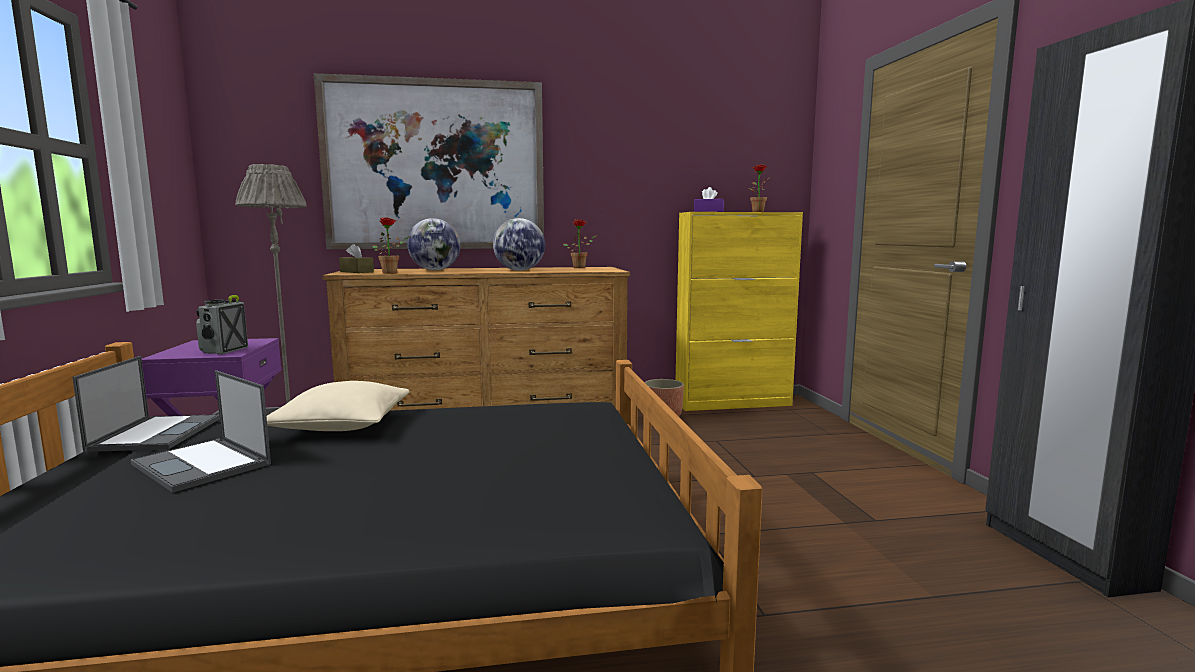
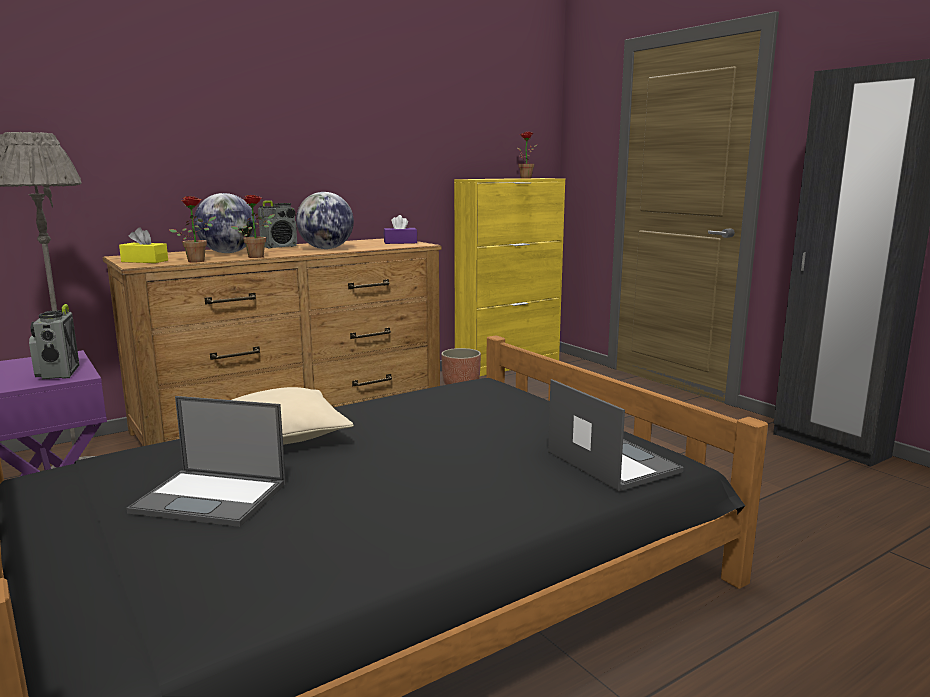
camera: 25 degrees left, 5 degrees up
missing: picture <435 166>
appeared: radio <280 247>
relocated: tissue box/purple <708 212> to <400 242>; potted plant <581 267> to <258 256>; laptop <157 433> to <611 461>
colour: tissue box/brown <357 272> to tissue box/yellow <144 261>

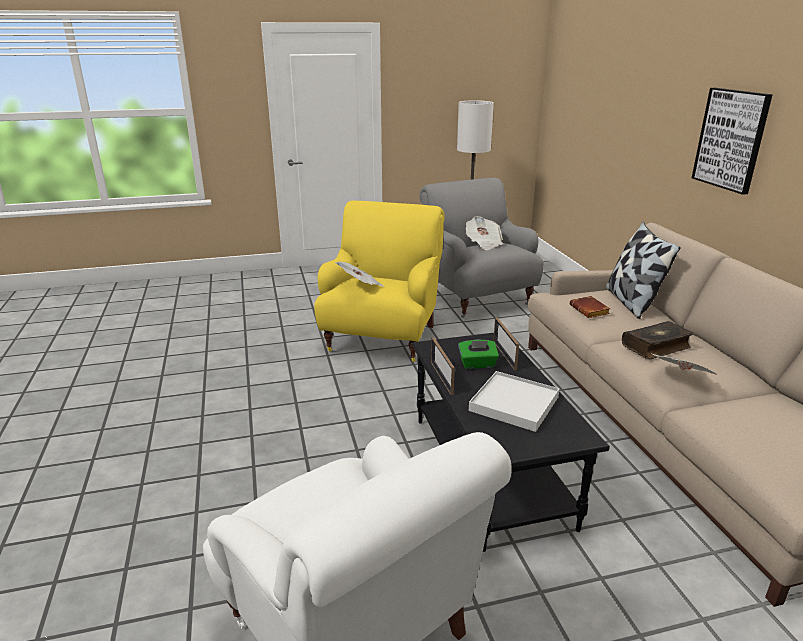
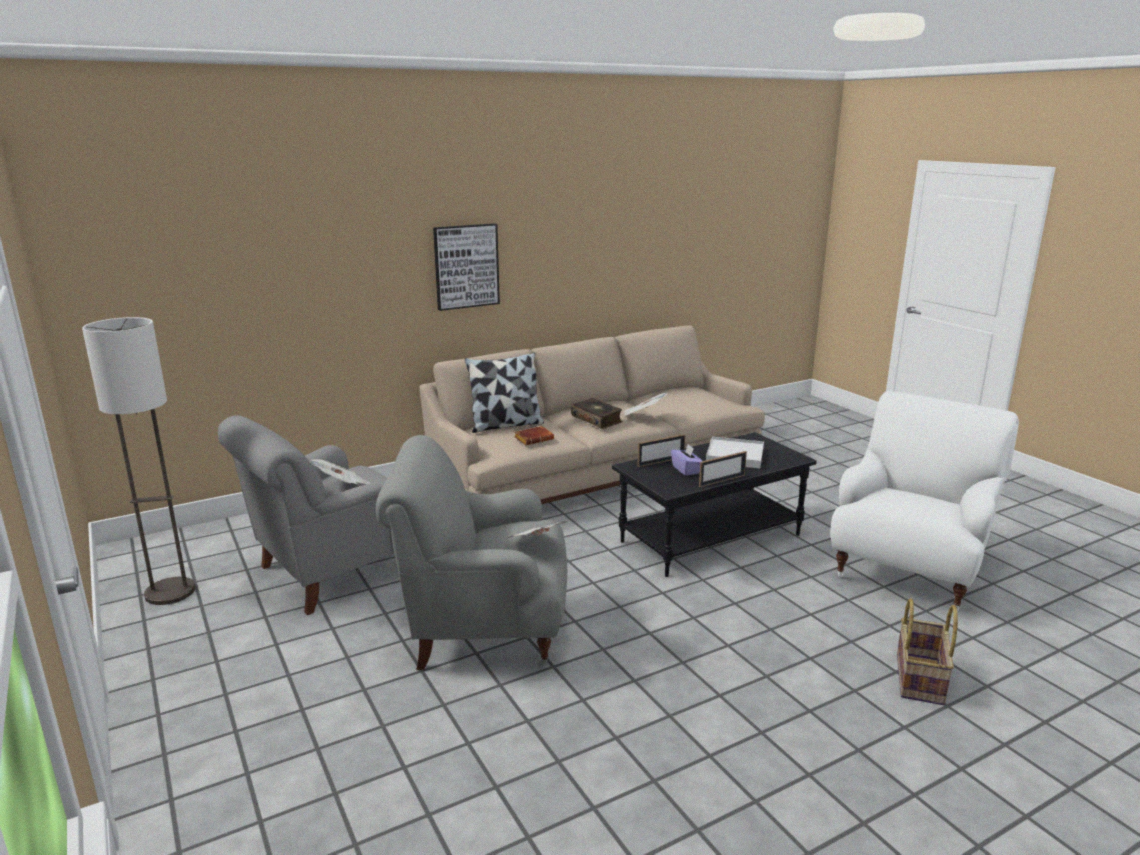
camera: 105 degrees left, 5 degrees down
appeared: basket <921 679>
colour: armchair/yellow <383 337> to armchair/grey <483 629>; tissue box/green <477 364> to tissue box/purple <686 470>

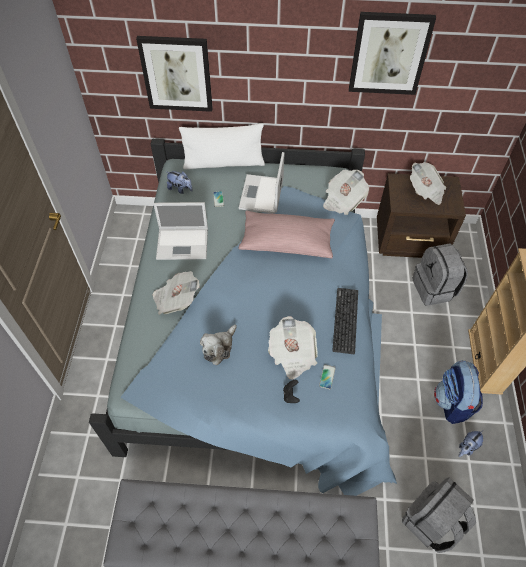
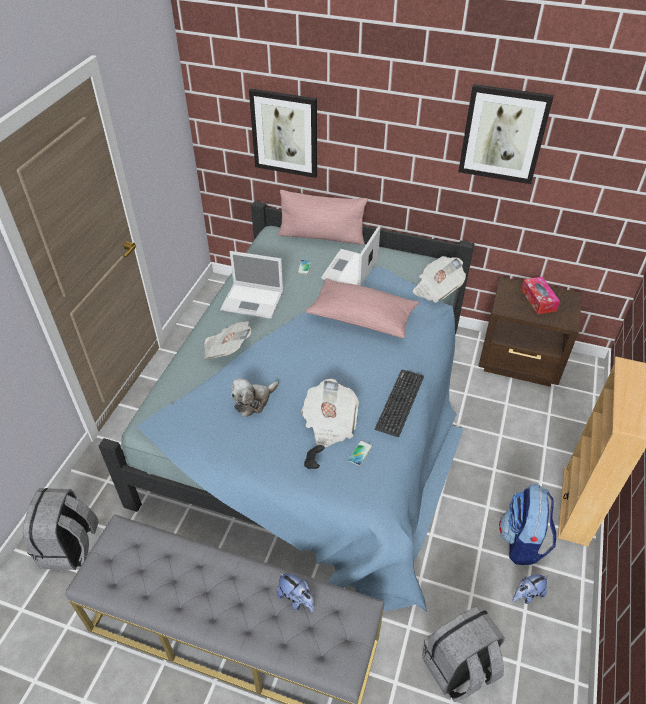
camera: 15 degrees right, 10 degrees down
relocated: plush toy <180 189> to <296 599>; backpack/grey <434 289> to <70 547>
exchanged: newspaper <425 191> to tissue box <538 300>
colour: pillow/white <224 163> to pillow/pink <322 237>

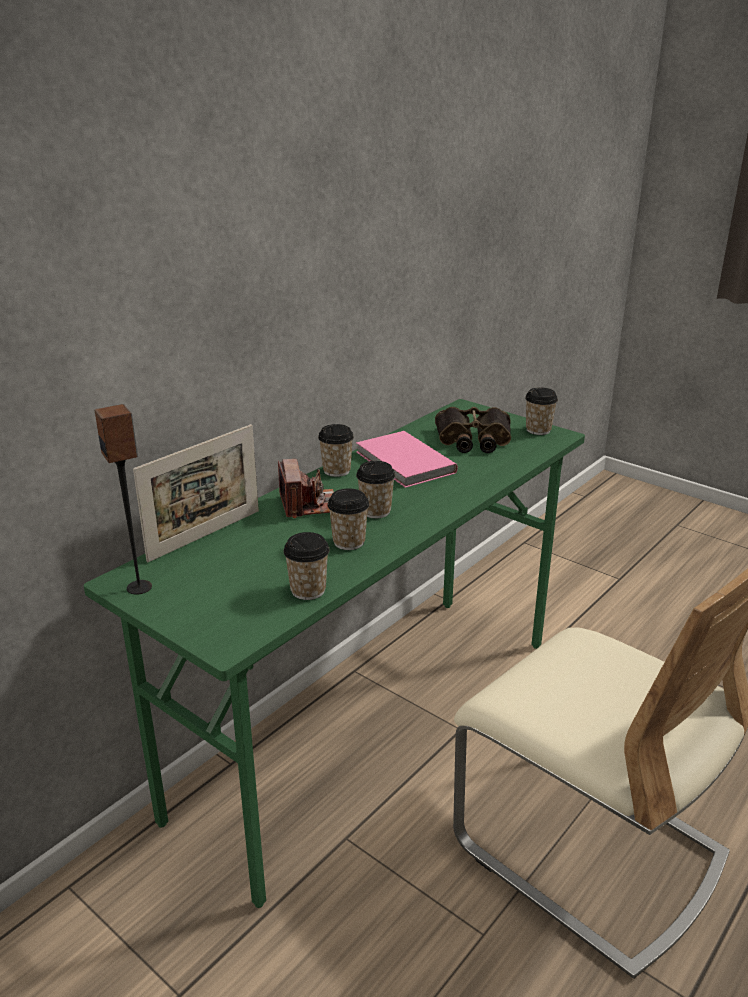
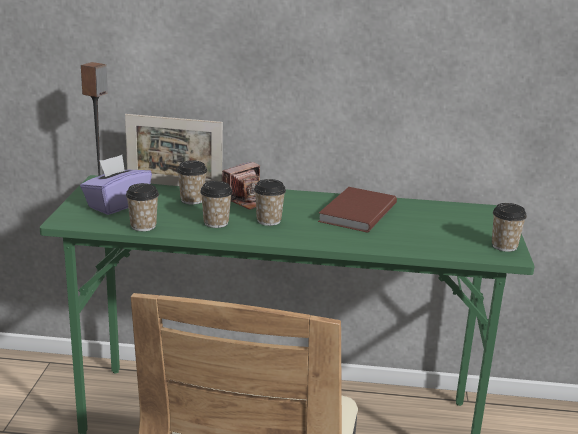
camera: 55 degrees right, 5 degrees down
missing: binoculars <473 439>
appeared: tissue box/purple <117 204>
relocated: cup <336 471> to <192 200>
colour: book/pink <404 463> to book/brown <355 213>

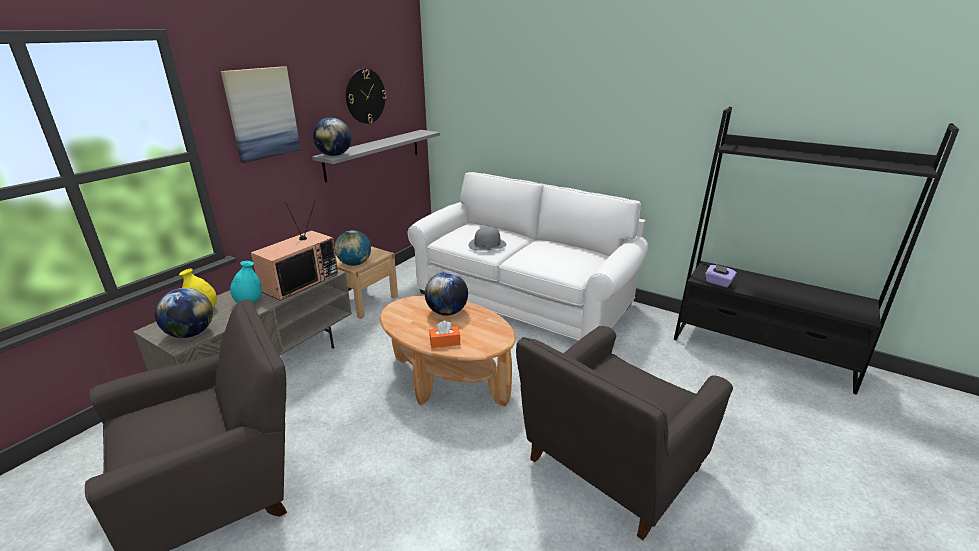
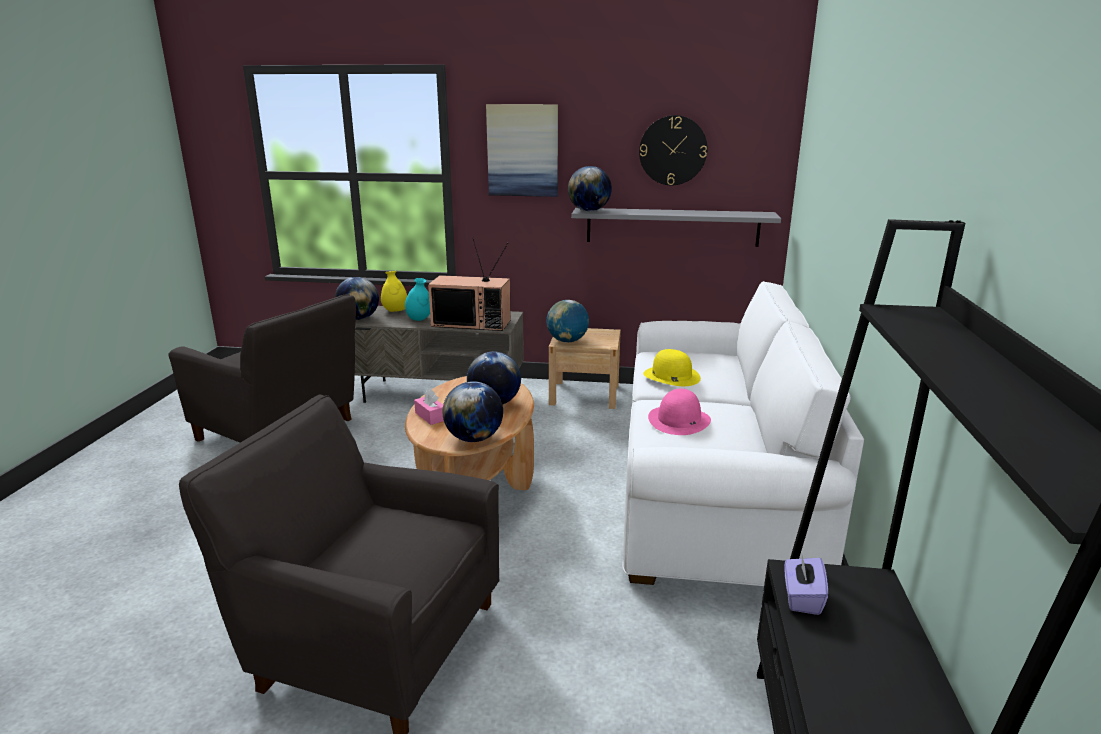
camera: 65 degrees right, 5 degrees down
appeared: globe <474 438>; hat/pink <679 420>
colour: hat/grey <487 244> to hat/yellow <671 376>; tissue box/orange <445 342> to tissue box/pink <431 416>

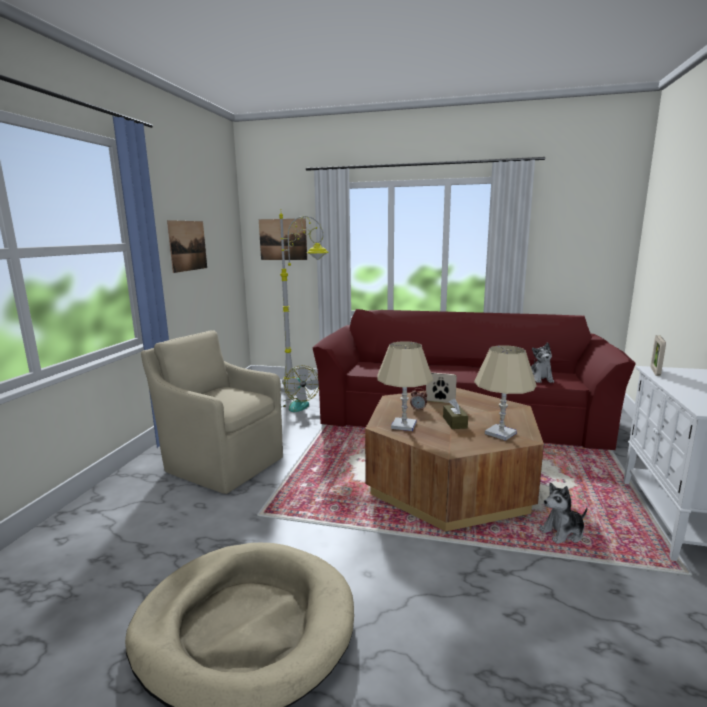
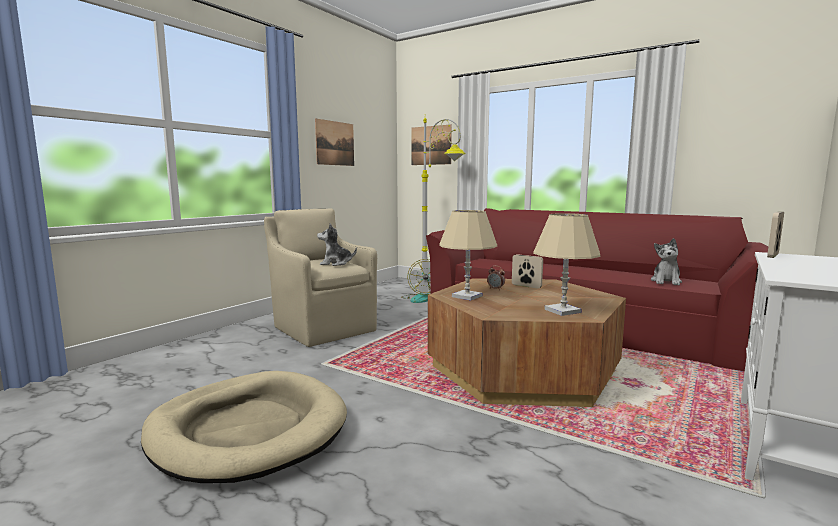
camera: 20 degrees right, 5 degrees down
missing: tissue box/brown <455 422>
relocated: plush toy <563 533> to <335 263>

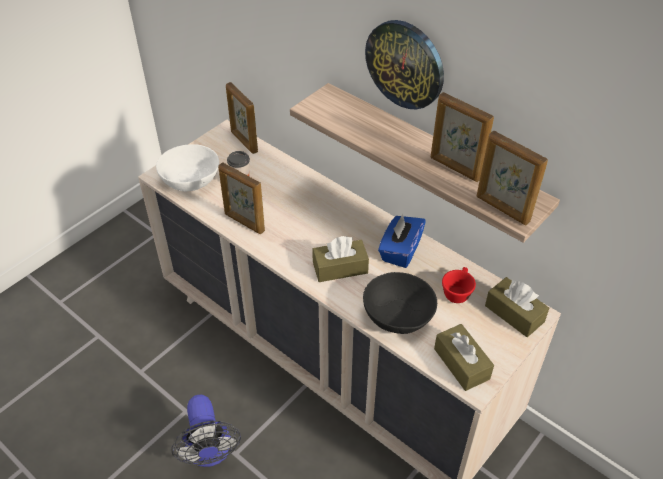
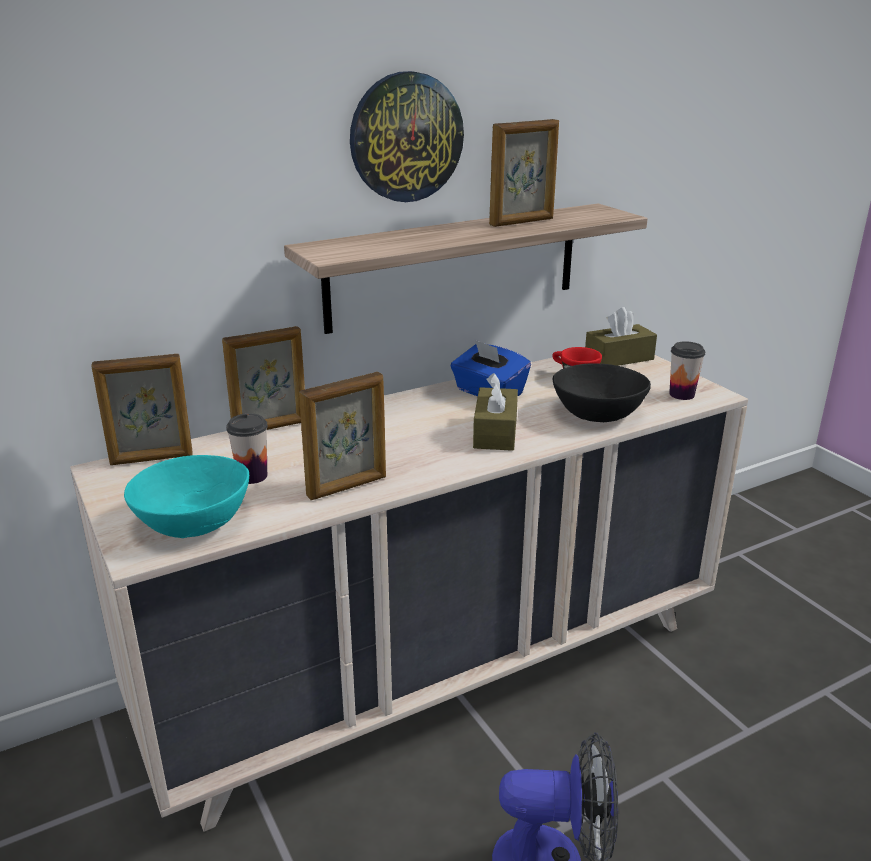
camera: 70 degrees left, 20 degrees down
relocated: picture frame <502 209> to <271 427>
exchanged: tissue box/brown <461 363> to cup <681 394>
colour: bowl/white <190 180> to bowl/turquoise <192 522>

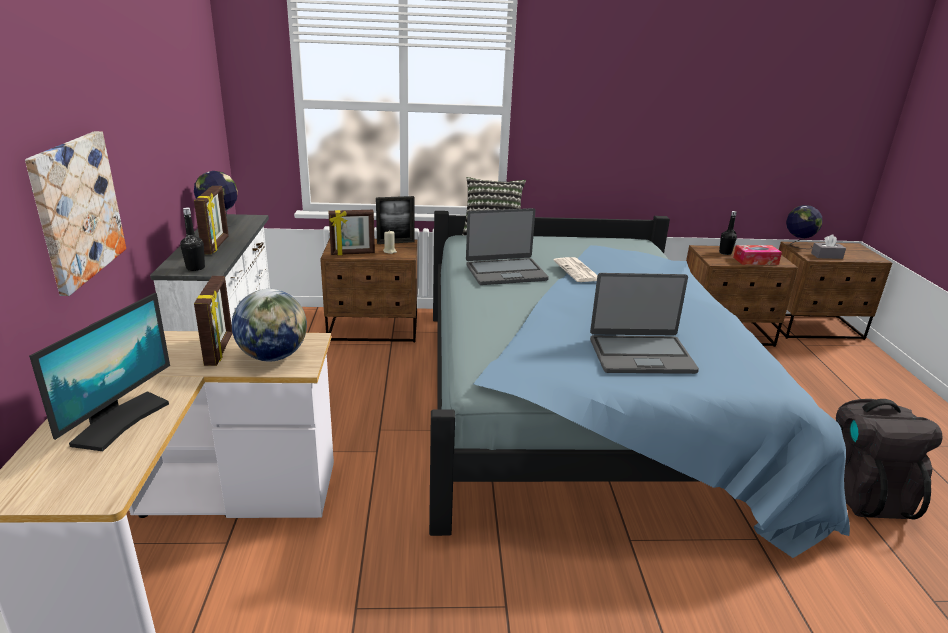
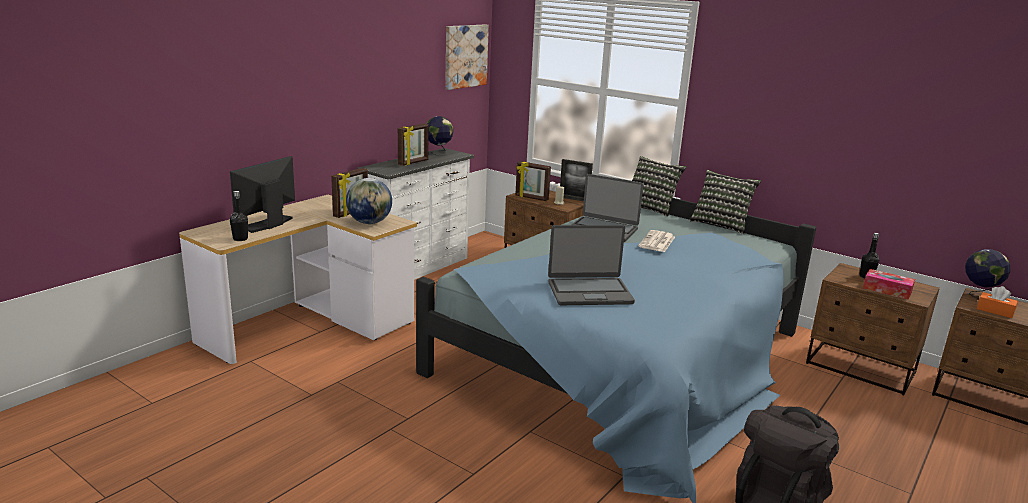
camera: 40 degrees right, 5 degrees down
appeared: pillow <721 224>
relocated: picture <76 209> to <465 56>; bottle/black <195 268> to <240 239>
colour: tissue box/grey <826 256> to tissue box/orange <995 311>
spun: laptop <640 355> = <589 292> 45 degrees counterclockwise; monitor <120 421> = <268 224> 150 degrees clockwise

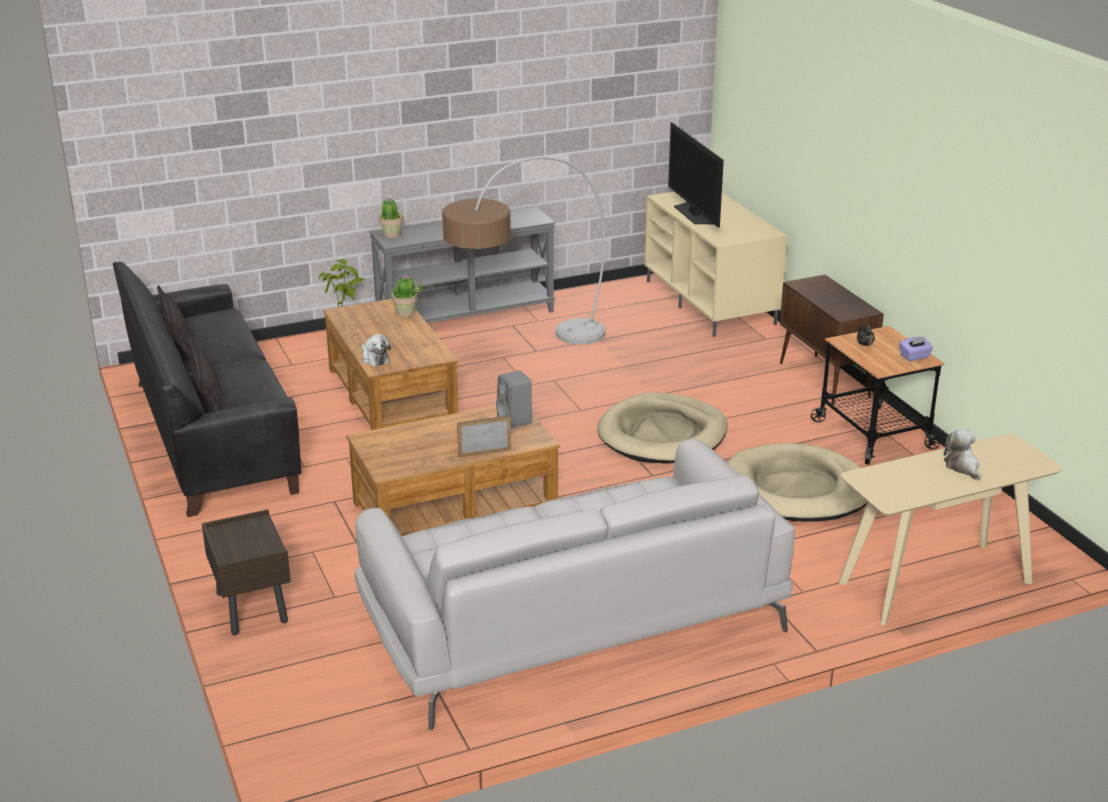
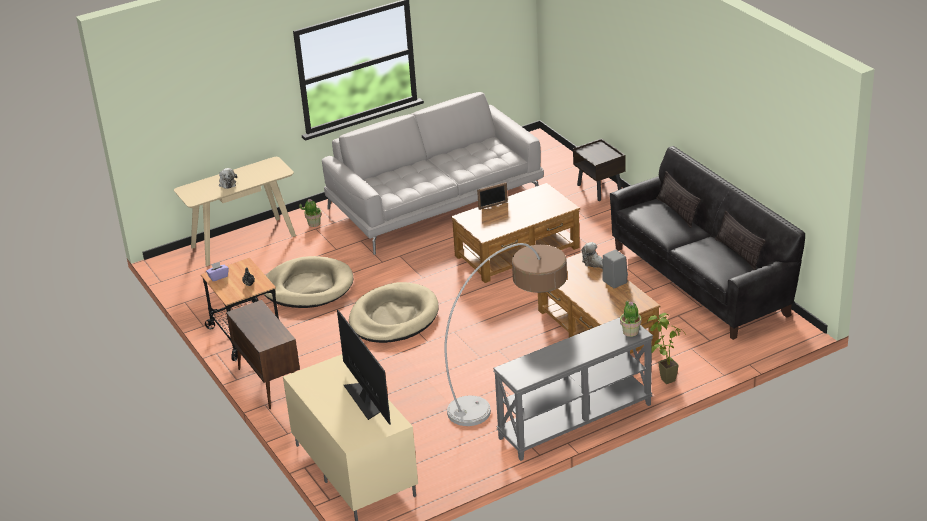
camera: 175 degrees right, 5 degrees up
relocated: potted plant <405 313> to <314 223>; speaker/grey <515 420> to <614 281>

